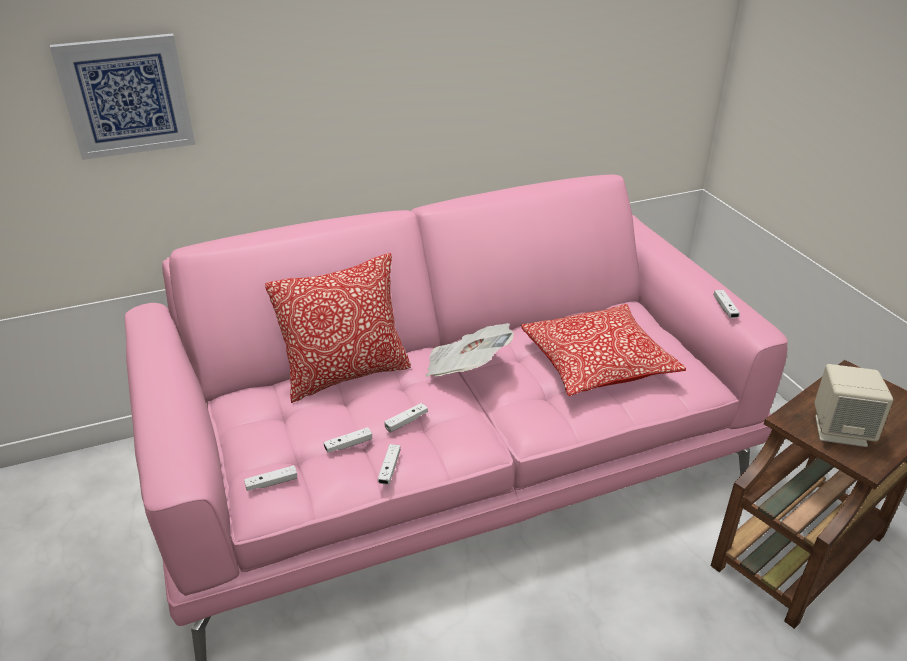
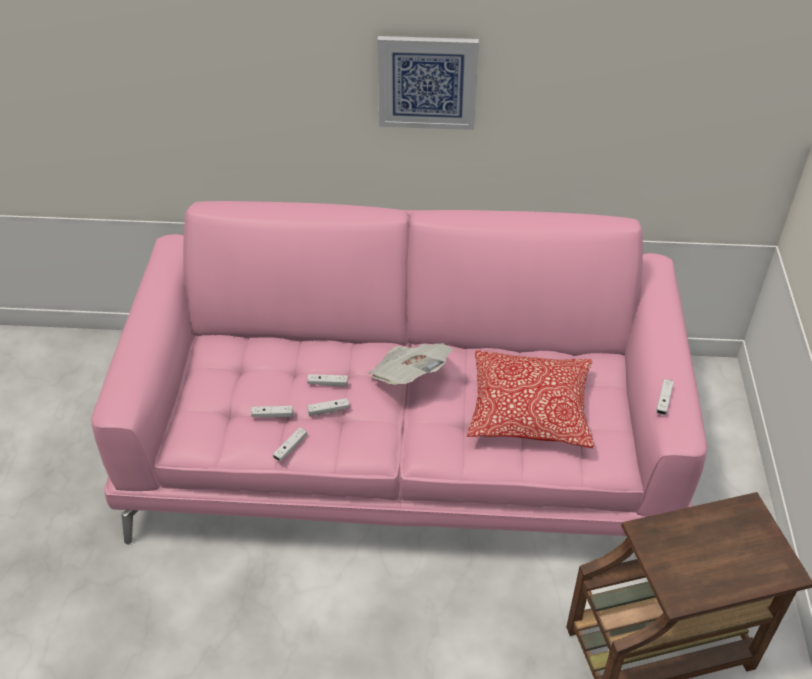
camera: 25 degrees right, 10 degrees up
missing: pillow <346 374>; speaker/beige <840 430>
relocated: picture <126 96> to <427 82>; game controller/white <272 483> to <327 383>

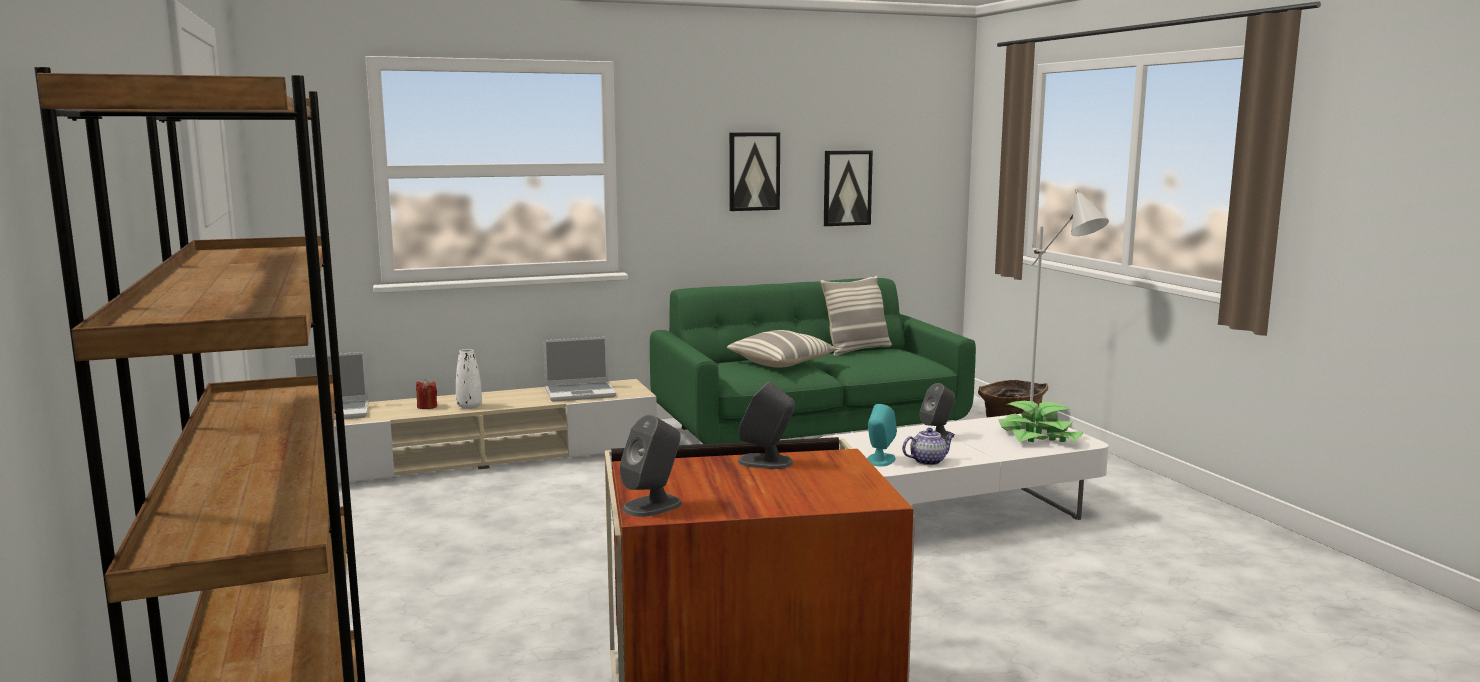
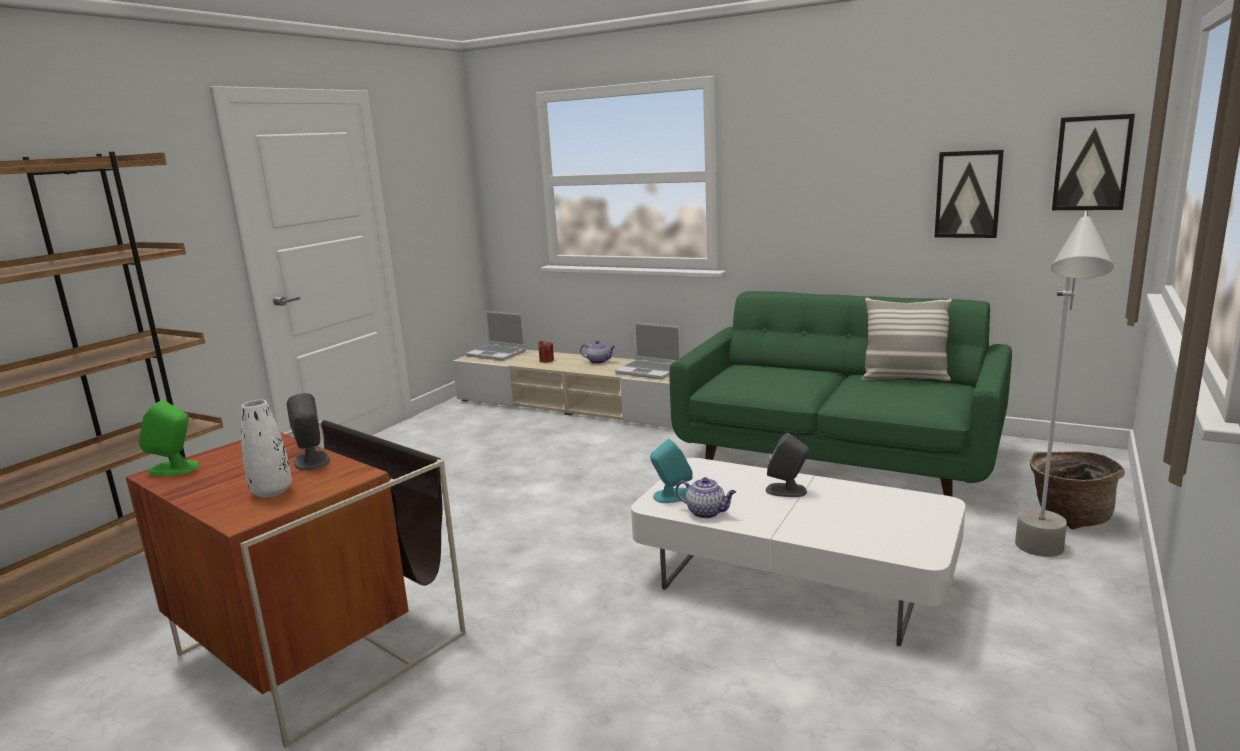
camera: 50 degrees right, 5 degrees up
missing: pillow <782 363>; potted plant <1038 437>
appeared: teapot <599 361>
relocated: picture <754 171> to <1091 163>; vase/white <469 406> to <272 491>
colour: speaker/grey <653 506> to speaker/green <174 468>

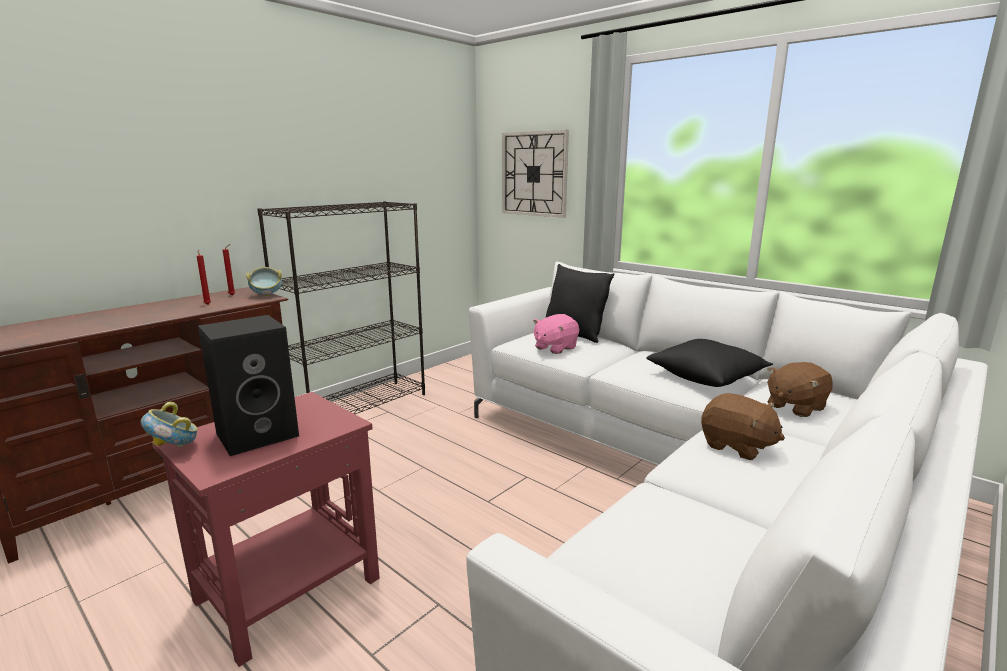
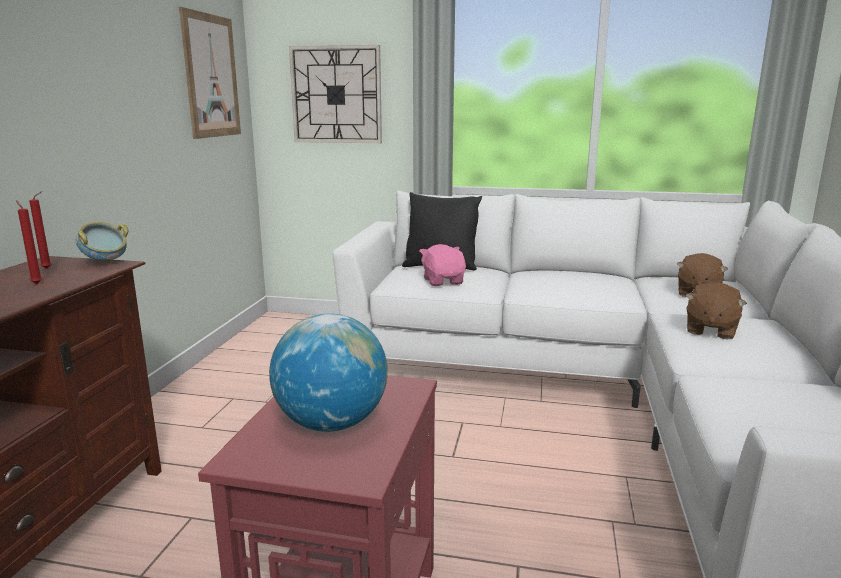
camera: 30 degrees left, 0 degrees up
missing: bookcase/black <359 407>; pillow/black <707 376>; bowl <175 449>
appeared: picture <211 76>
exchanged: speaker/black <259 433> to globe <331 423>
spun: plush toy/pink <555 348> = <443 281> 150 degrees clockwise; plush toy/brown <737 446> = <710 330> 105 degrees clockwise

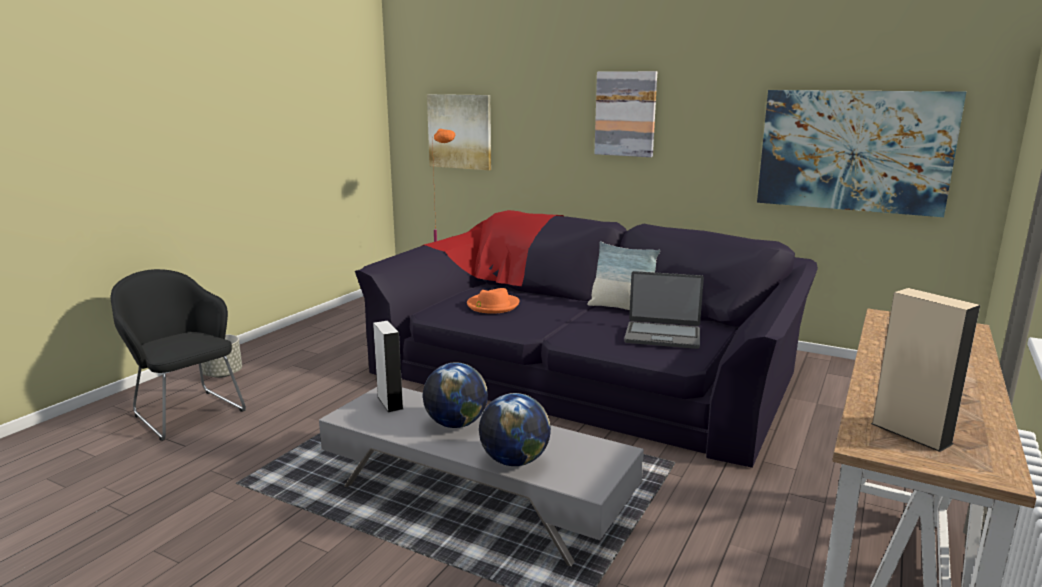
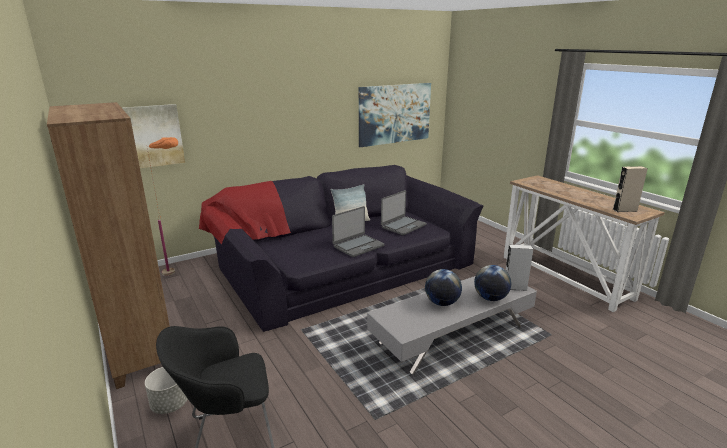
camera: 60 degrees left, 5 degrees up
missing: picture <625 114>; hat/orange <492 306>
appeared: bookcase/brown <140 348>; laptop <358 246>
relocated: speaker/grey <390 402> to <515 287>

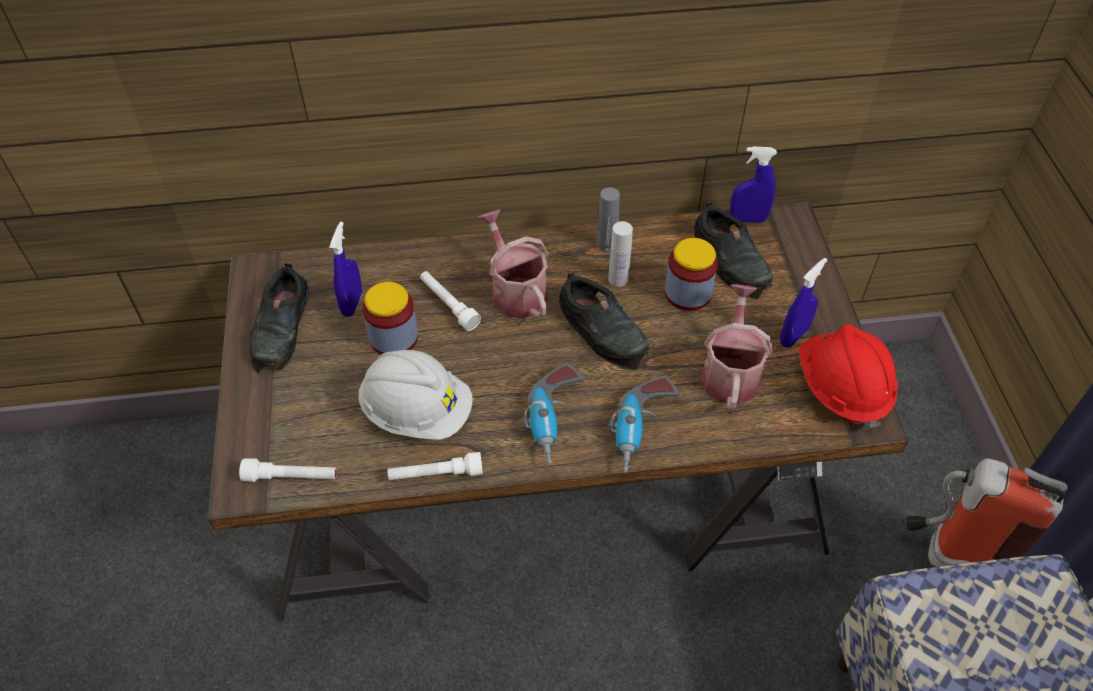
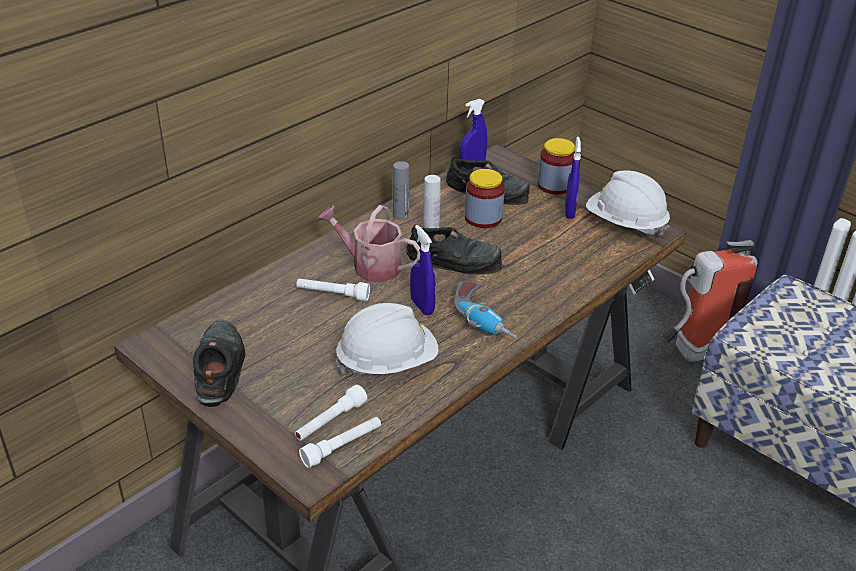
camera: 40 degrees left, 15 degrees down
missing: watering can <731 372>; power drill <642 430>
relocated: spray bottle/blue <352 303> to <422 306>; jar <394 337> to <555 185>; flashlight/white <436 474> to <330 421>
colour: hard hat/red <841 389> to hard hat/white <625 224>
spun: shoe/black <282 328> = <219 367> 150 degrees counterclockwise

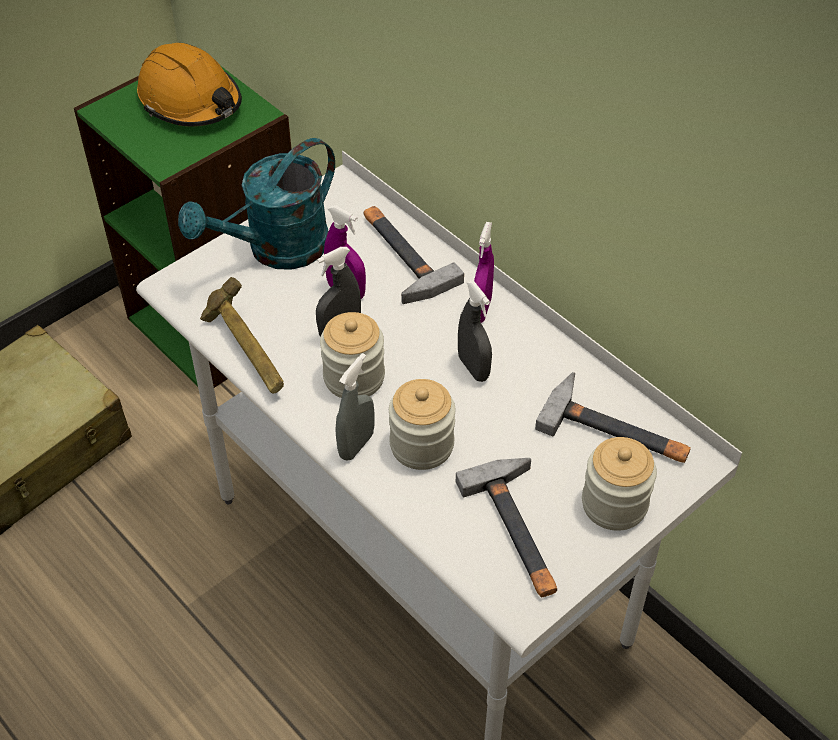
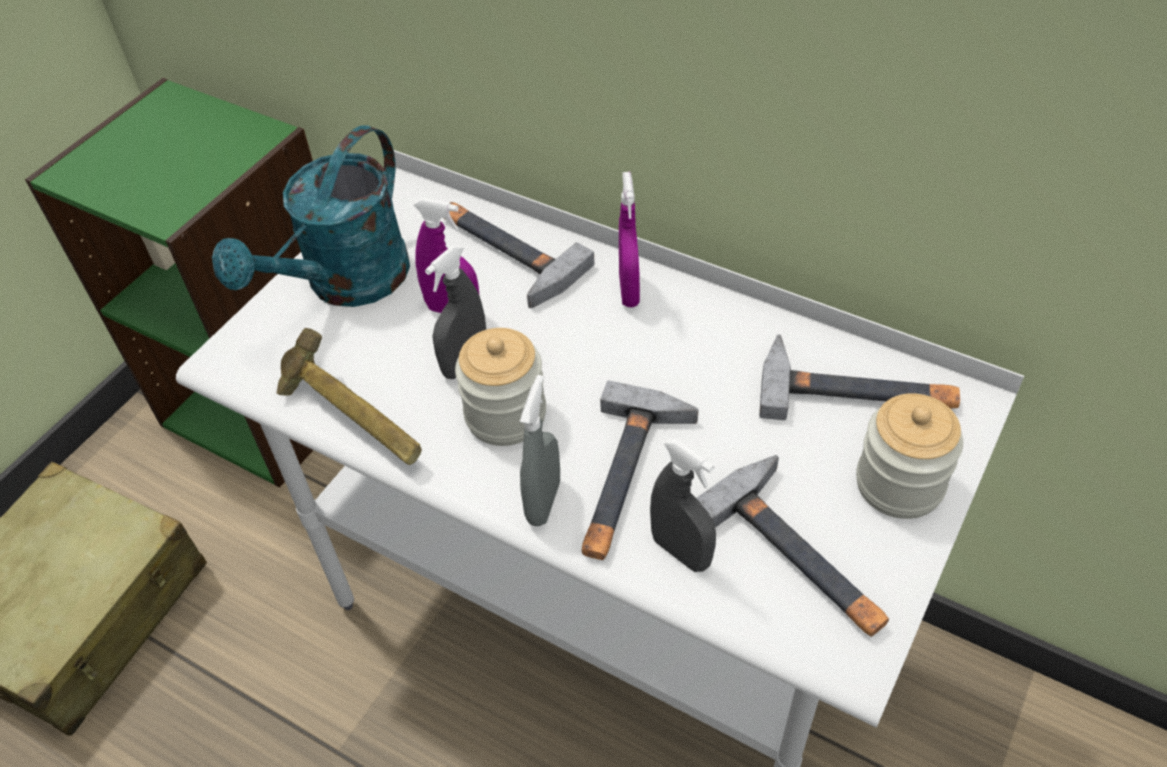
camera: 15 degrees left, 0 degrees up
missing: hard hat/orange <191 101>
relocated: spray bottle/grey <473 368> to <681 552>
exchanged: jar <421 445> to hammer <628 478>

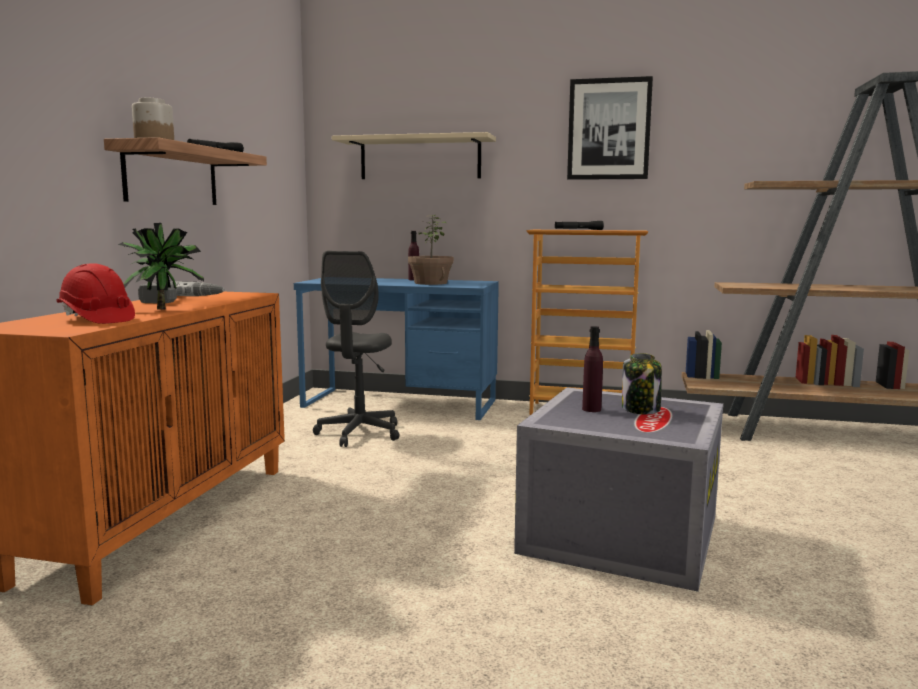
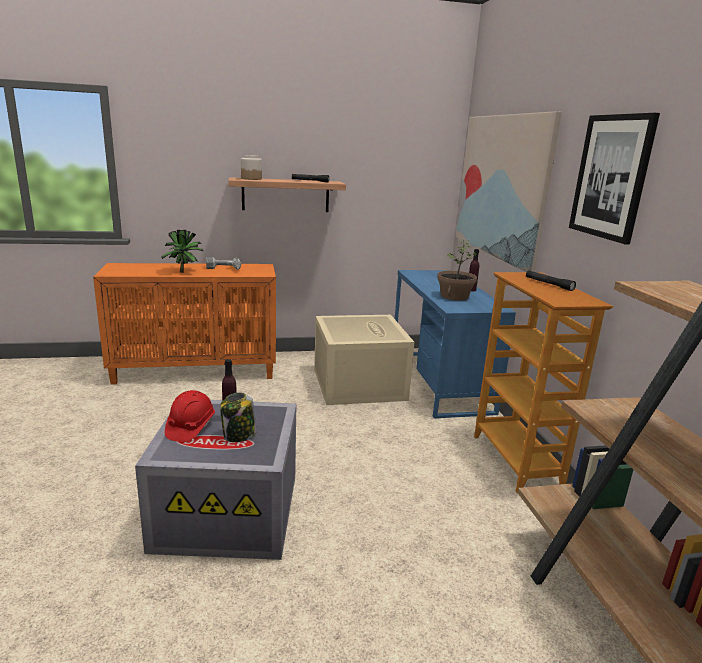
camera: 65 degrees right, 10 degrees up
relocated: hard hat/red <97 319> to <190 427>
exchanged: shelf/beige <420 158> to picture <501 186>; office chair/grey <359 433> to storage box/beige <357 384>

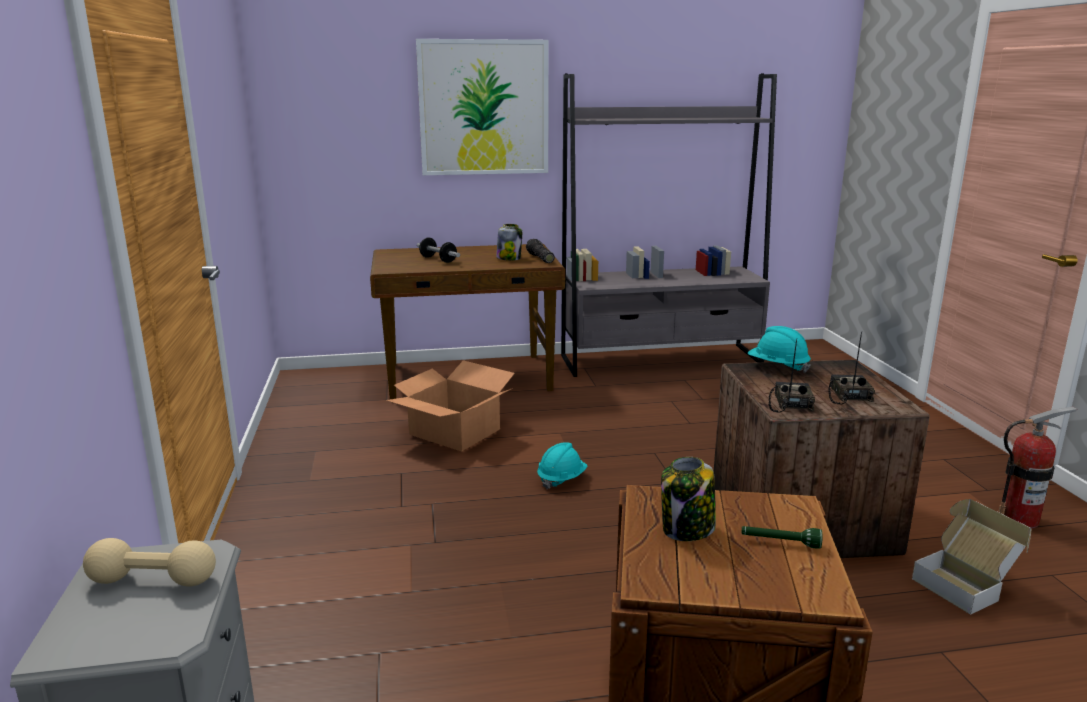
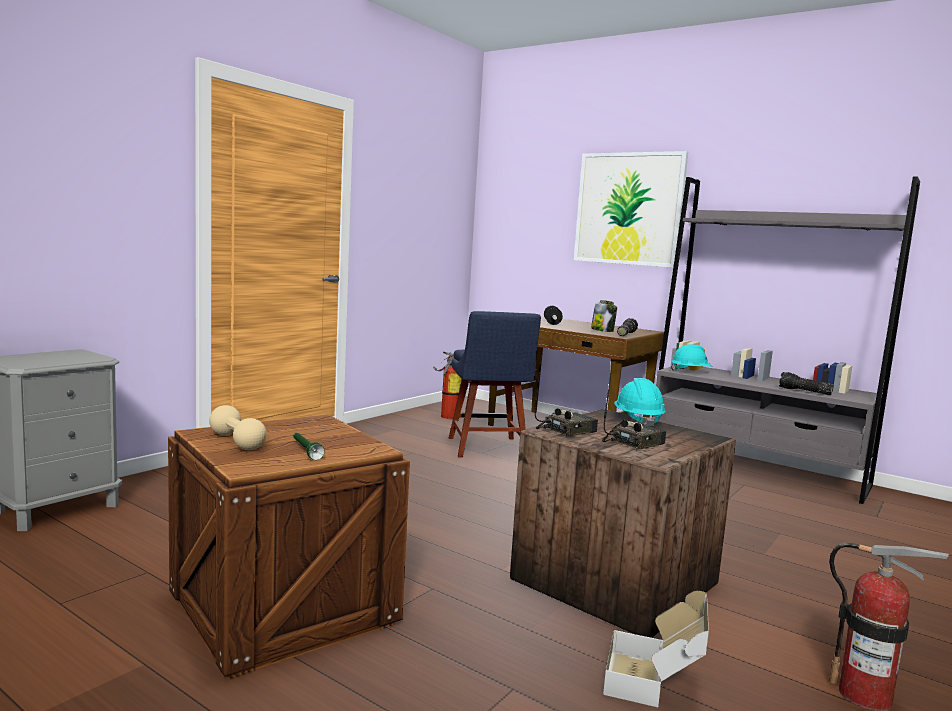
camera: 45 degrees right, 10 degrees down
missing: jar <687 529>
appeared: fire extinguisher <447 417>; flashlight <804 391>
relocated: hard hat/turquoise <561 479> to <690 372>; dumbbell/beige <153 580> to <237 441>
exchanged: cardboard box <454 432> to chair/blue <487 449>

